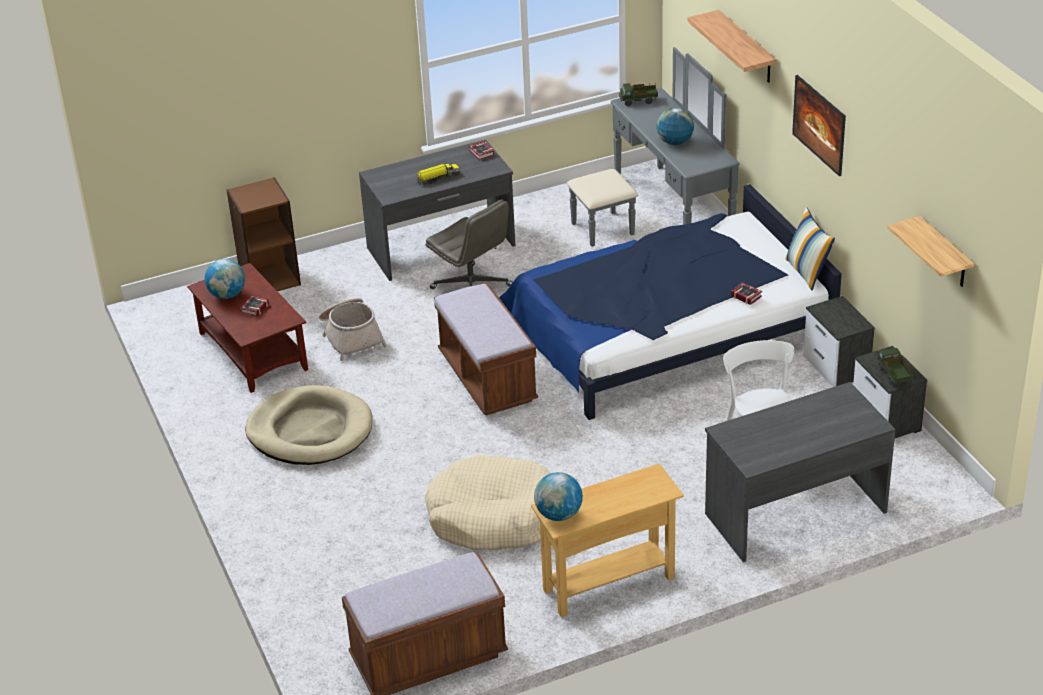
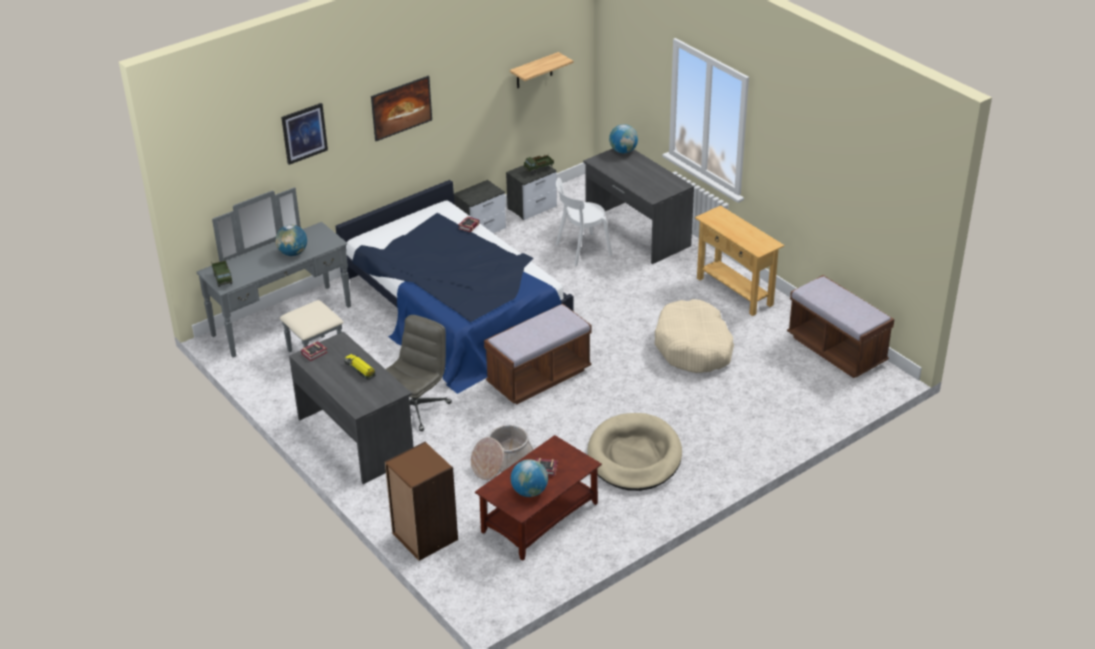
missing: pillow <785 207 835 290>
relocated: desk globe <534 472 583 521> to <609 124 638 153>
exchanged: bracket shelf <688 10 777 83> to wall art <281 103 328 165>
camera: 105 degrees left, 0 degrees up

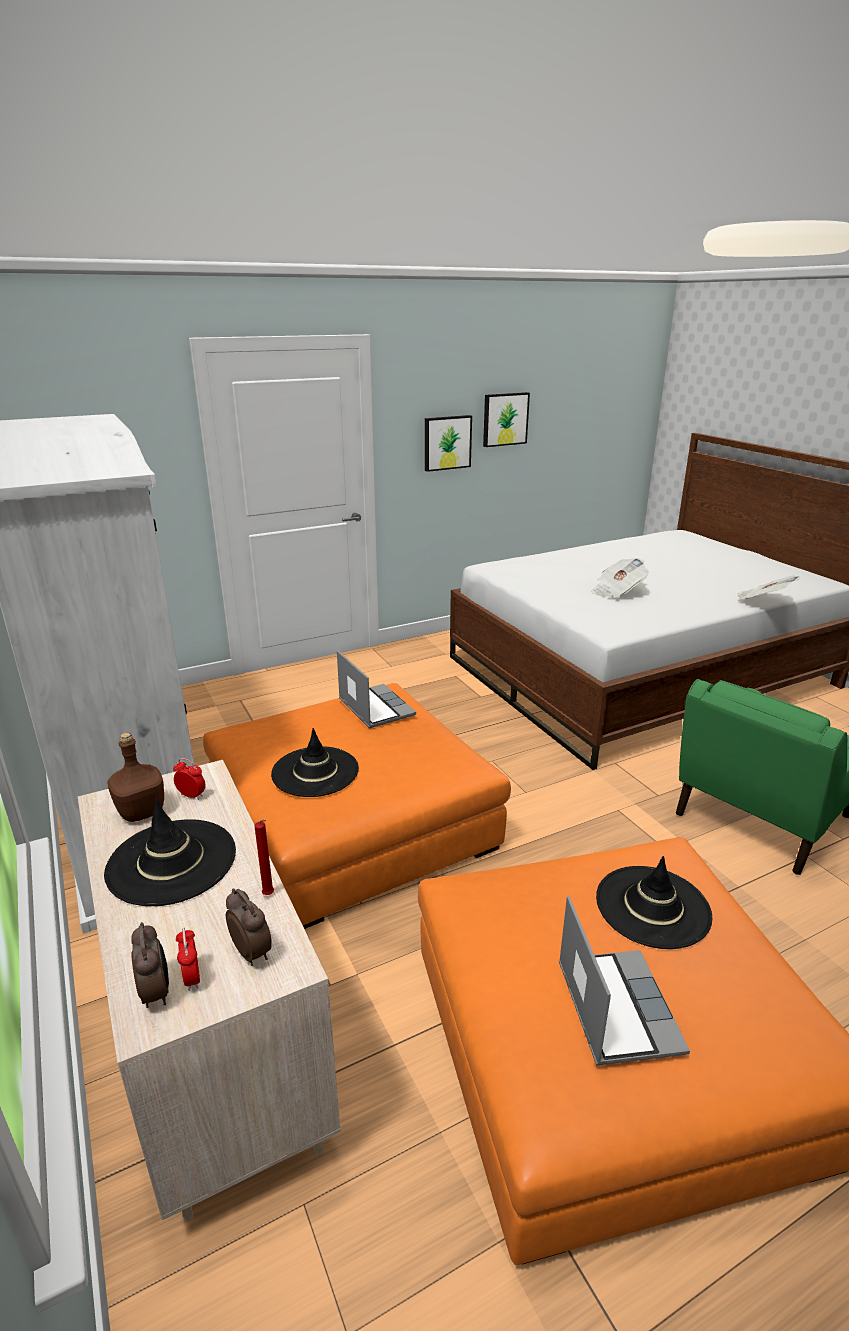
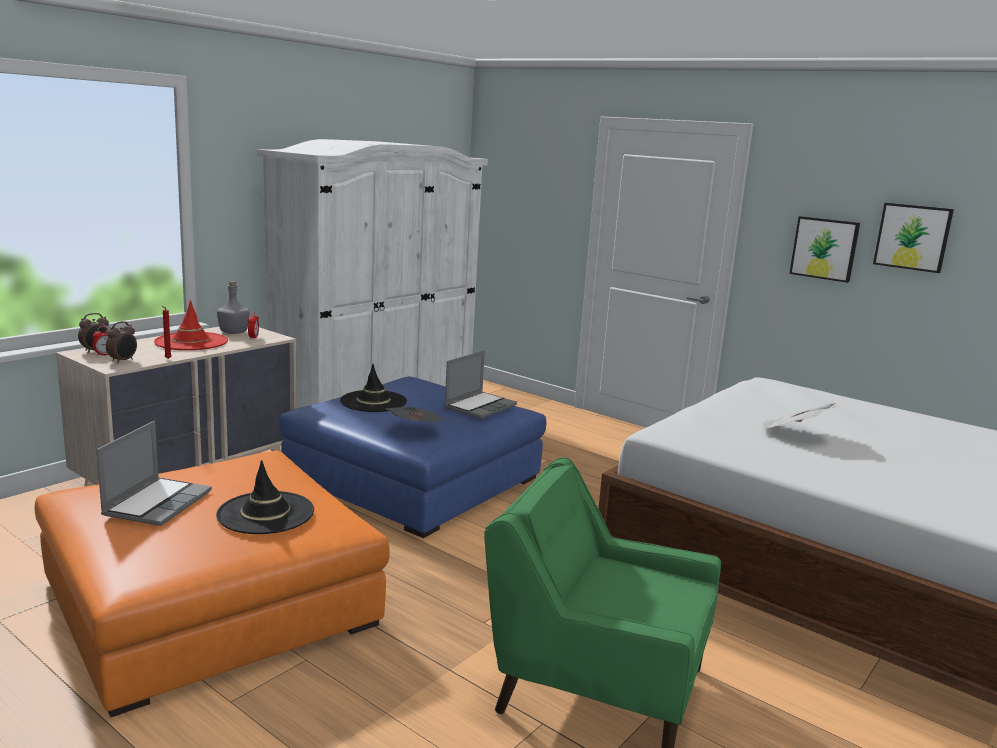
relocated: daily paper <737 575 800 600> to <385 407 443 422>
colour: black wearable hat <104 799 236 906> to red-coloured wearable hat <154 300 228 350>; brown bottle <107 733 164 822> to gray bottle <217 281 249 334>; orangey footrest <203 683 511 929> to blue footrest <279 376 546 538>
spun: laptop <559 895 690 1066> = <96 421 212 526> 45 degrees counterclockwise
camera: 65 degrees right, 10 degrees down

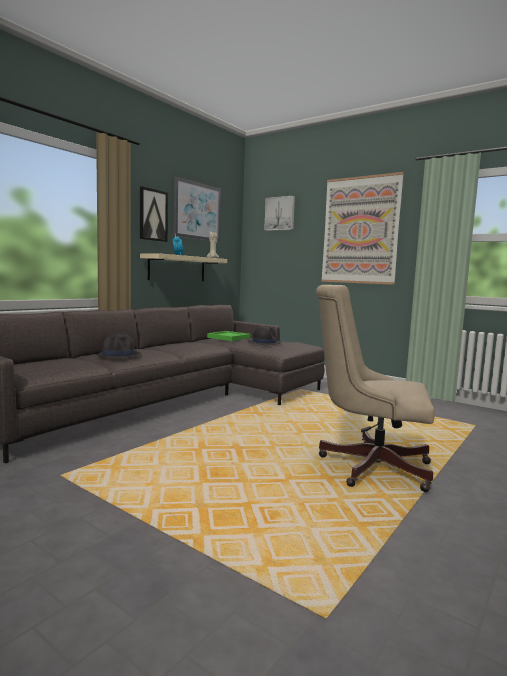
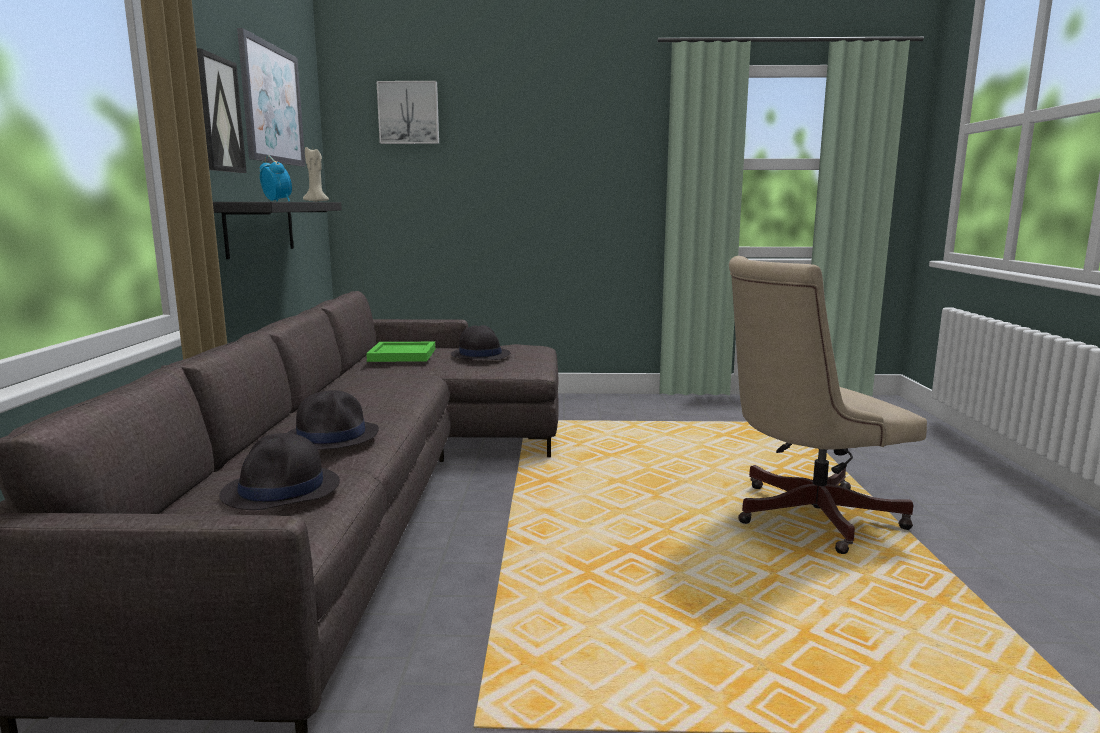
missing: wall art <321 172 404 285>
appeared: black wearable hat <219 433 340 510>
colour: beige-coloured bracket shelf <140 253 227 281> to black bracket shelf <213 202 342 259>
camera: 35 degrees left, 5 degrees up

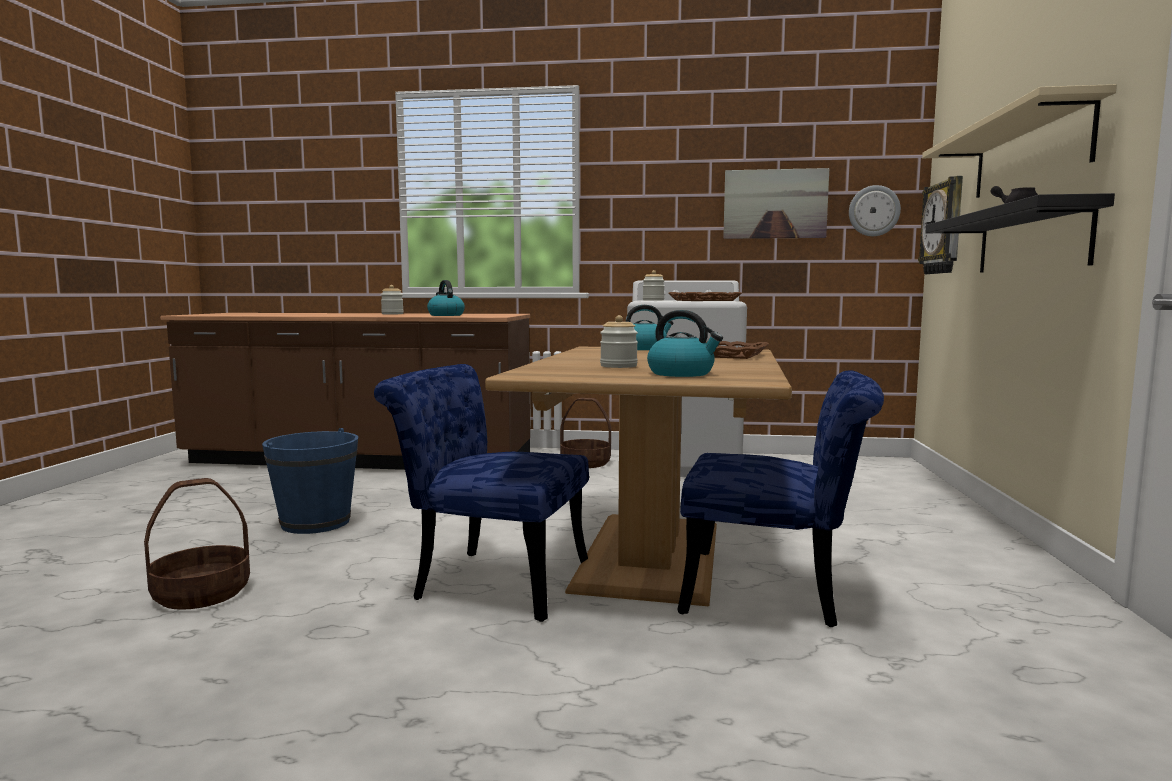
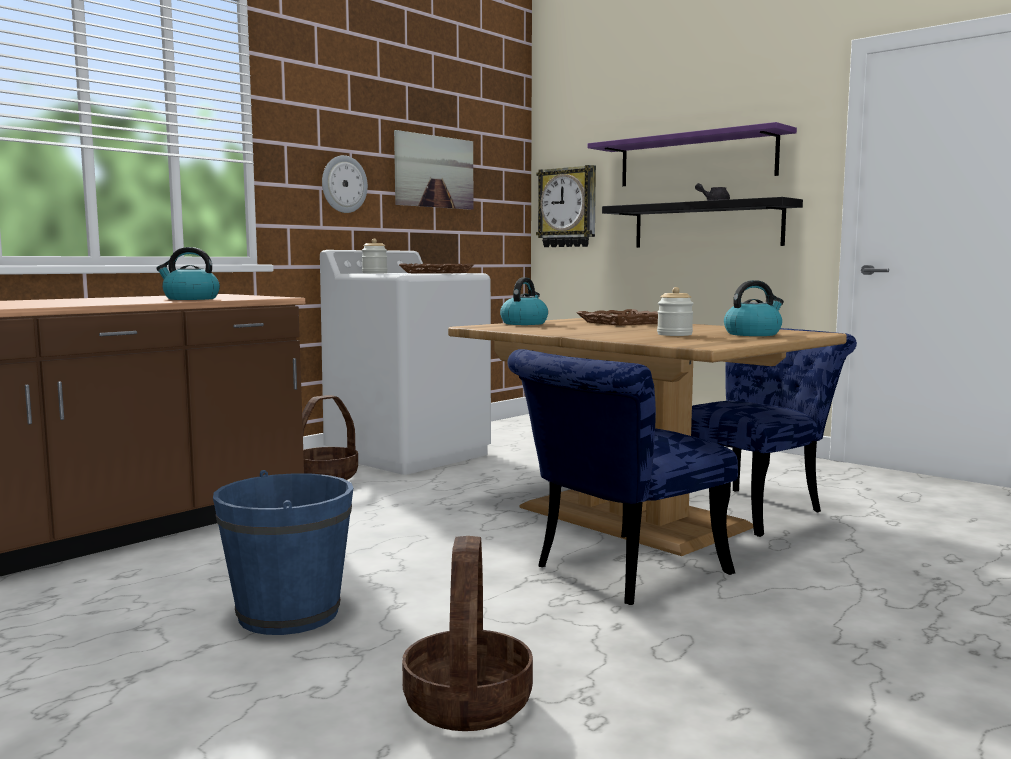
missing: preserve jar <381 285 404 315>
relocated: hanging clock <849 185 901 236> to <322 155 368 213>
colour: beige-coloured bracket shelf <922 84 1117 198> to purplish bracket shelf <588 122 797 186>
camera: 55 degrees left, 0 degrees up

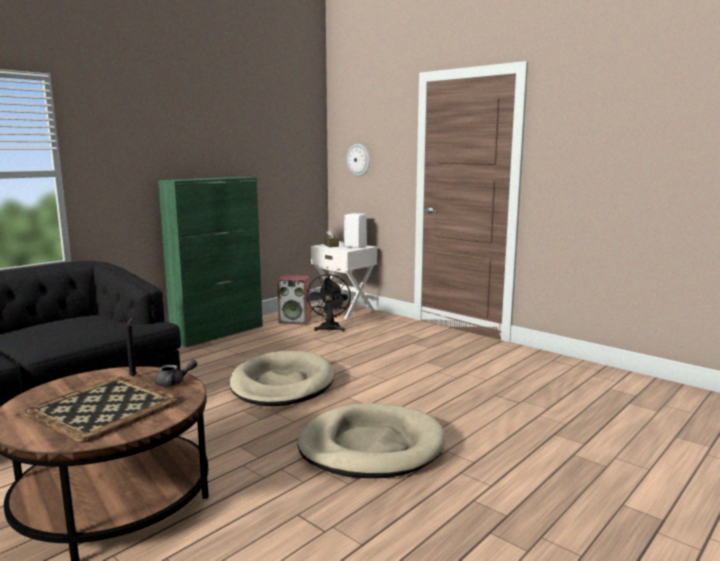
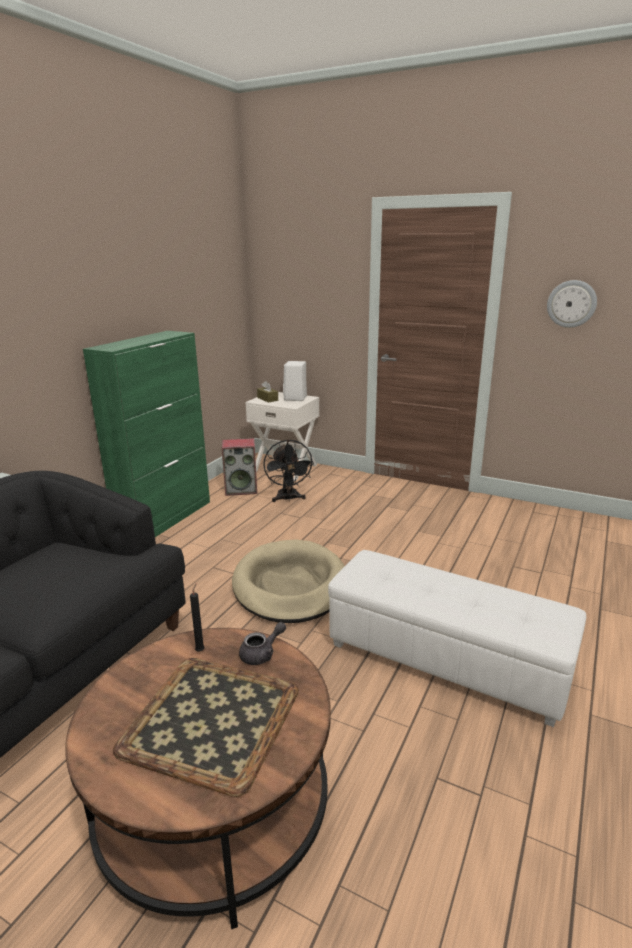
relocated: hanging clock <346 144 370 177> to <547 280 597 328>
exchanged: beige-coloured pet bed <297 403 445 478> to white footrest <328 550 586 727>
camera: 15 degrees left, 10 degrees up

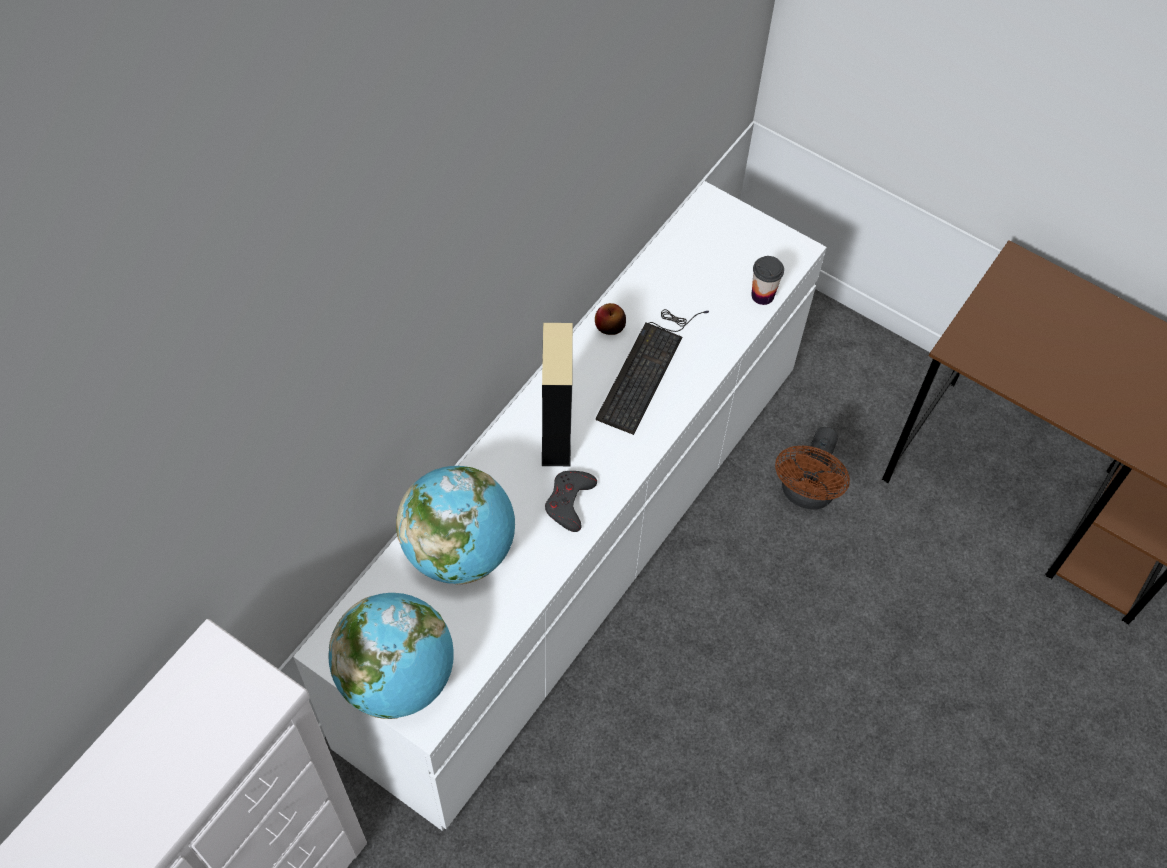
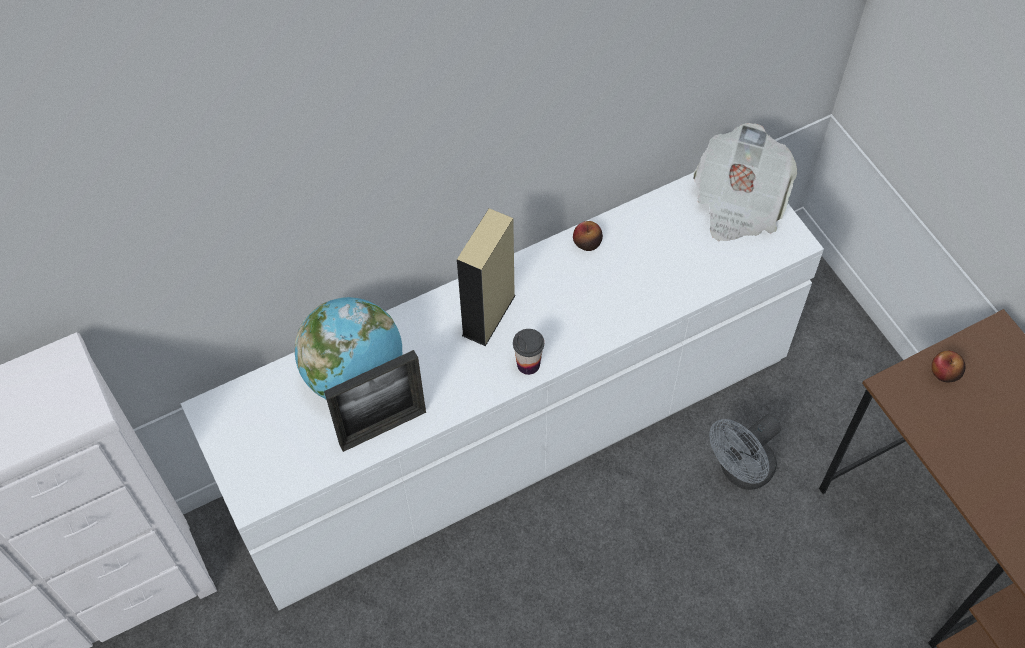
missing: desk globe <329 593 454 719>; gray joypad <545 471 597 532>; keyboard <596 309 709 435>
appeared: picture frame <324 350 426 452>; daily paper <693 123 797 241>; whole apple <932 351 965 382>
relocated: drinking cup <751 256 784 305> to <513 329 544 375>
colour: brown fan <775 427 850 509> to gray fan <709 414 781 490>
camera: 30 degrees right, 0 degrees up

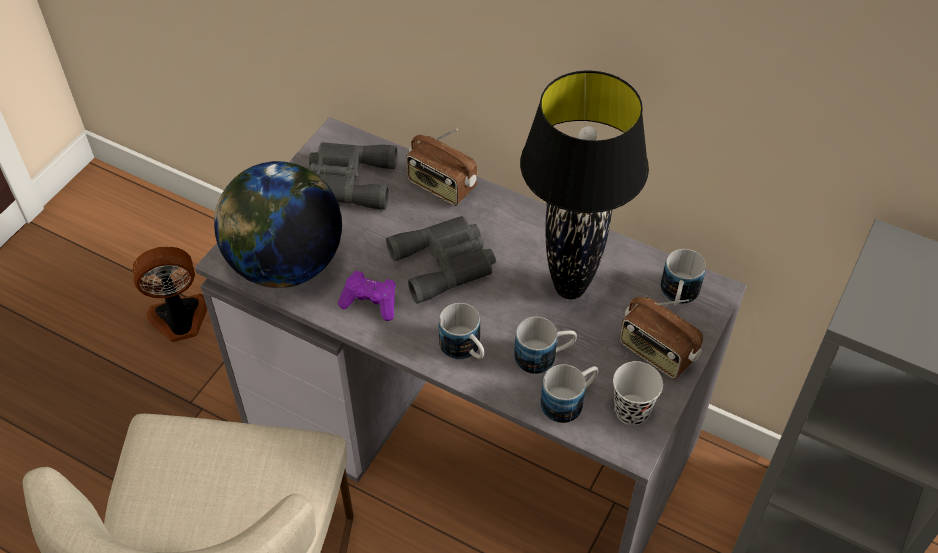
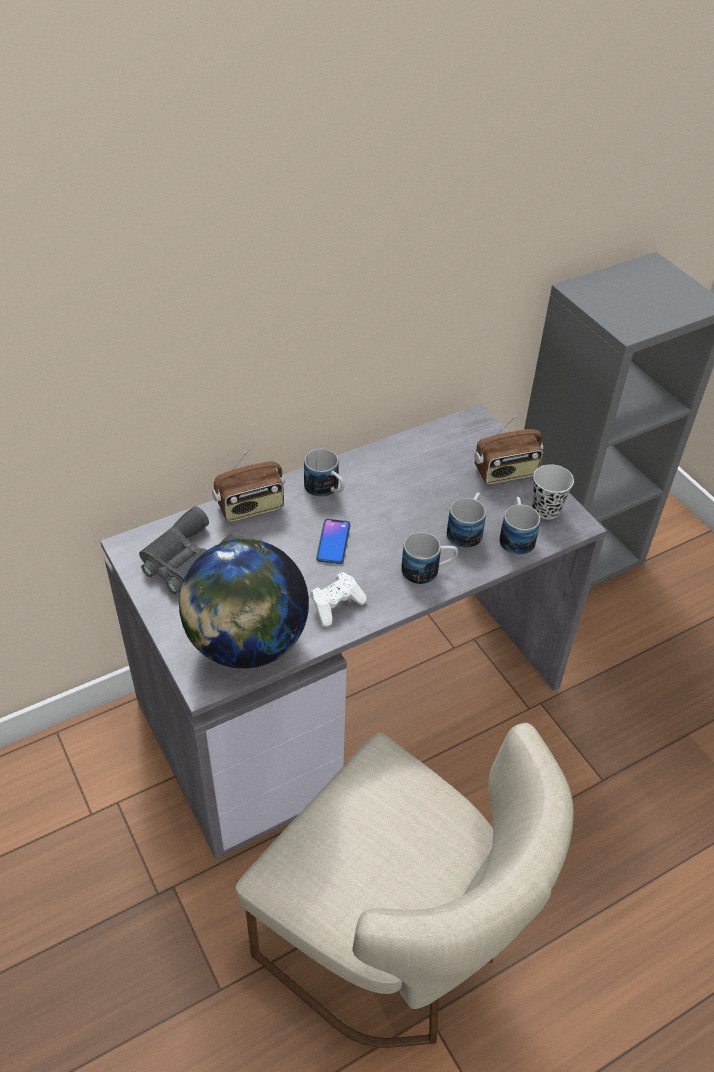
missing: fan <132 247 207 342>; black lamp for a table <520 70 649 299>
relocated: mug <660 249 706 306> to <304 449 344 497>
exchanged: gray field glasses <386 216 496 304> to telephone <316 519 350 564>
colour: purplish joypad <338 271 396 321> to white joypad <310 572 367 627>
camera: 60 degrees left, 5 degrees down

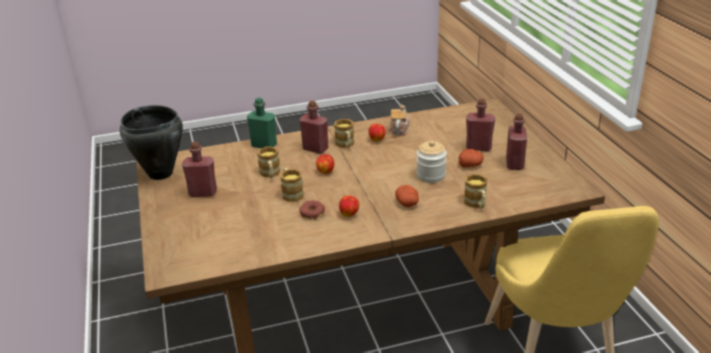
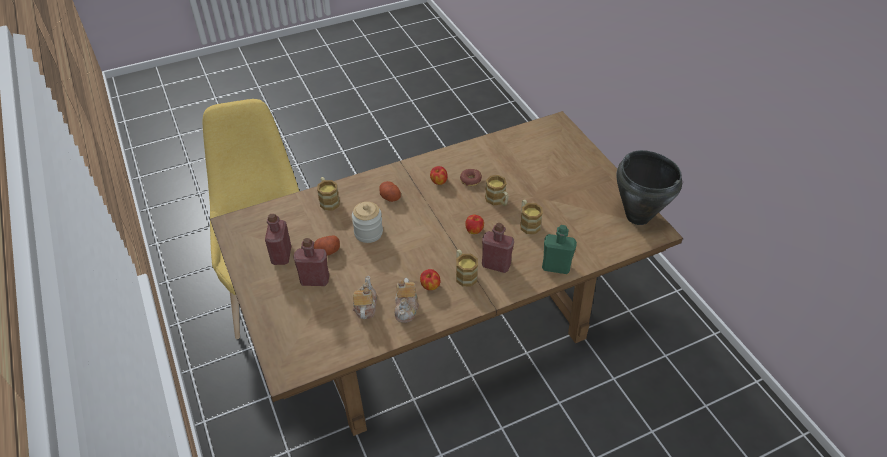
missing: red-coloured bottle <182 142 217 197>
appeared: tea pot <353 276 377 319>
camera: 170 degrees right, 15 degrees up

